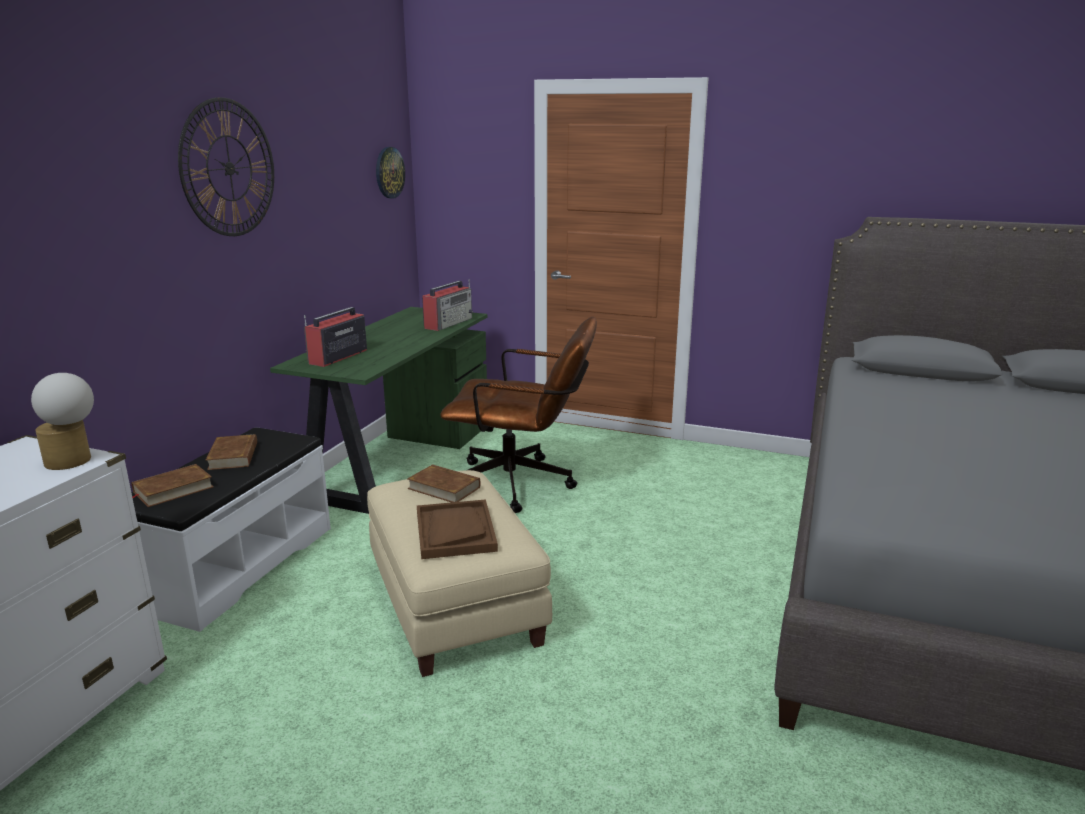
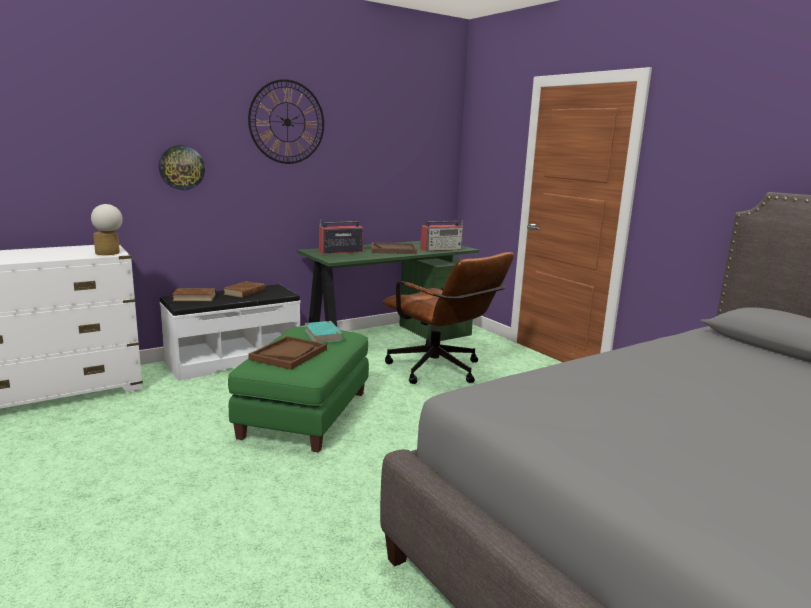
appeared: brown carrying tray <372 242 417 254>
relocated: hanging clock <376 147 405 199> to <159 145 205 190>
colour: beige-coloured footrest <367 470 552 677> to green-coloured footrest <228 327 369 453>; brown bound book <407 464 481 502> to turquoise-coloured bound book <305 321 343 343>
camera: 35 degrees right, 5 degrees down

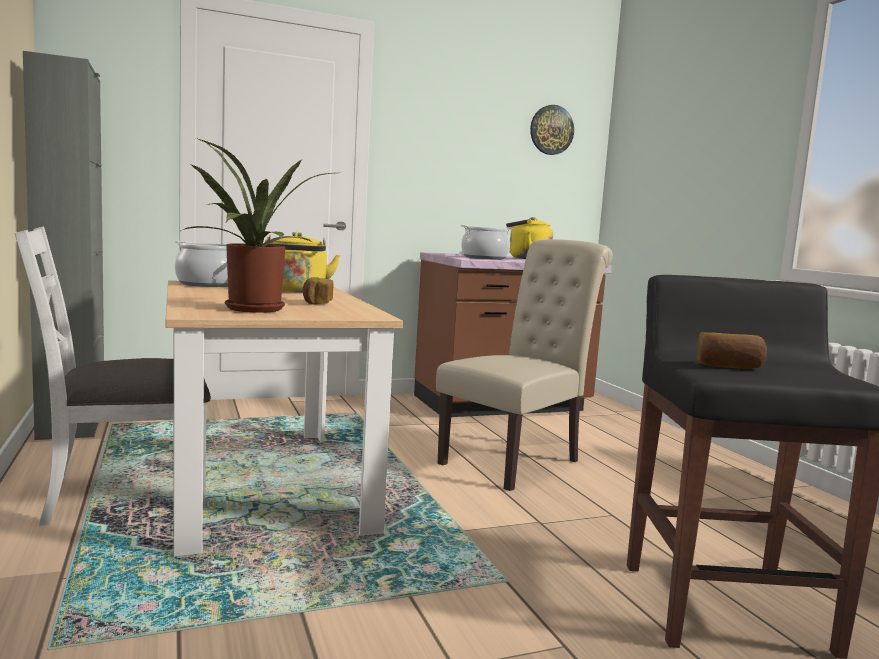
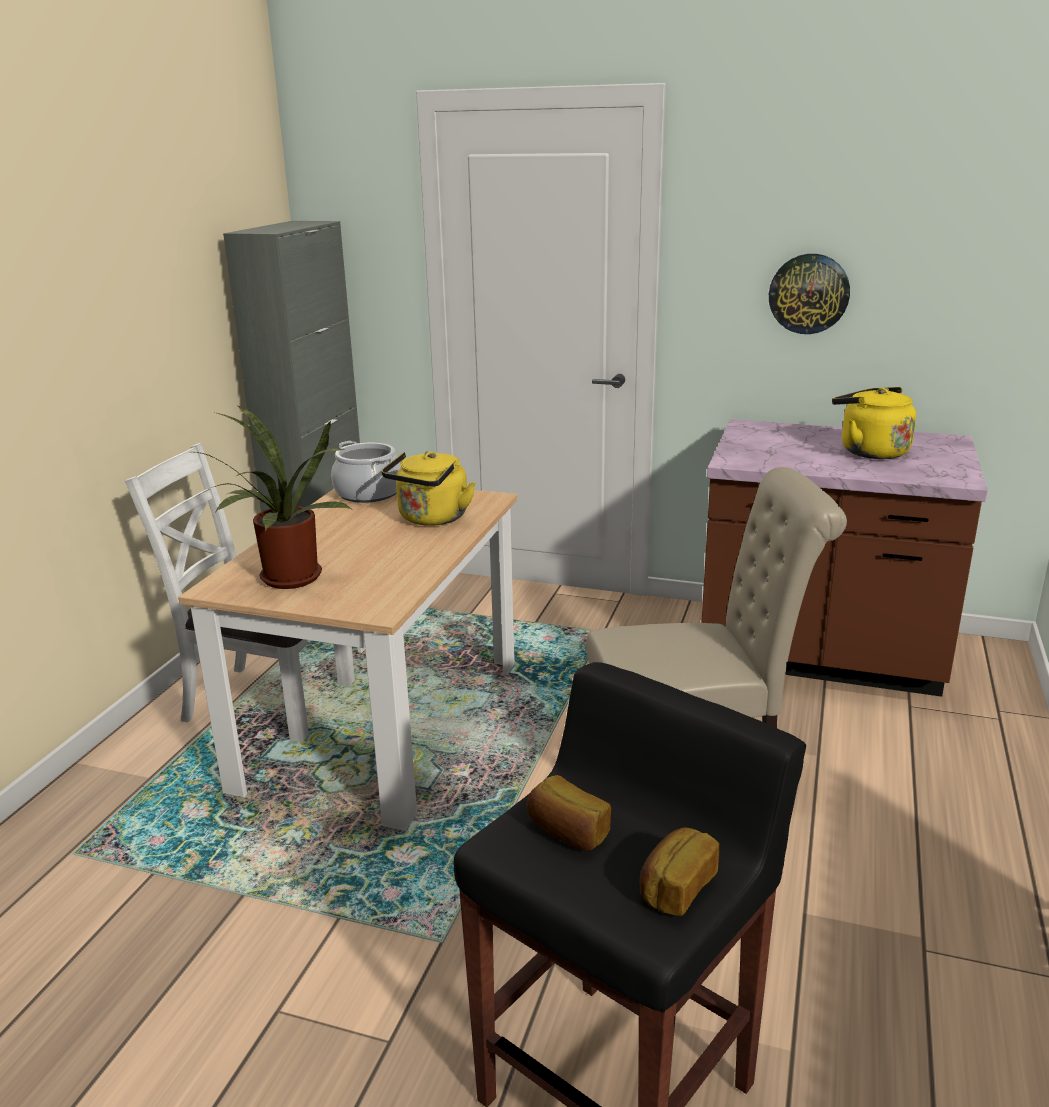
missing: stockpot <461 225 513 260>
relocated: bread <303 277 333 305> to <640 827 719 916>; hanging clock <530 105 574 155> to <769 254 850 334>
camera: 40 degrees right, 15 degrees up

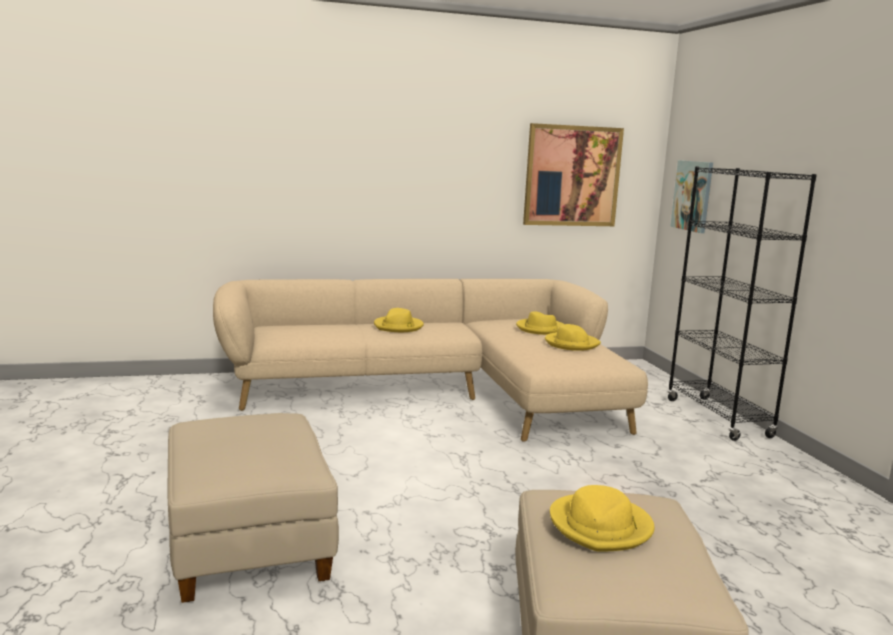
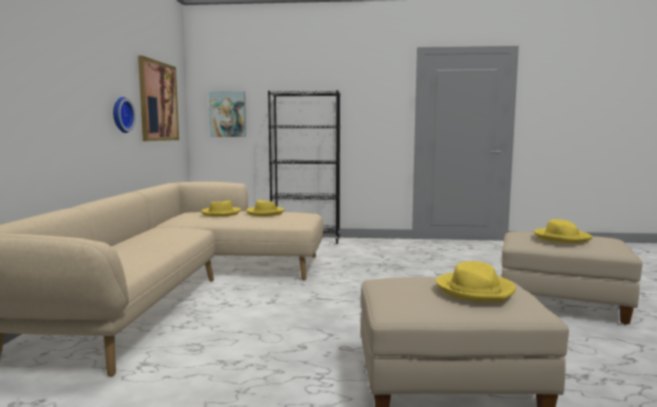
appeared: hanging clock <113 97 136 133>
relocated: yellow wearable hat <374 308 424 332> to <436 261 516 302>
camera: 70 degrees left, 5 degrees down

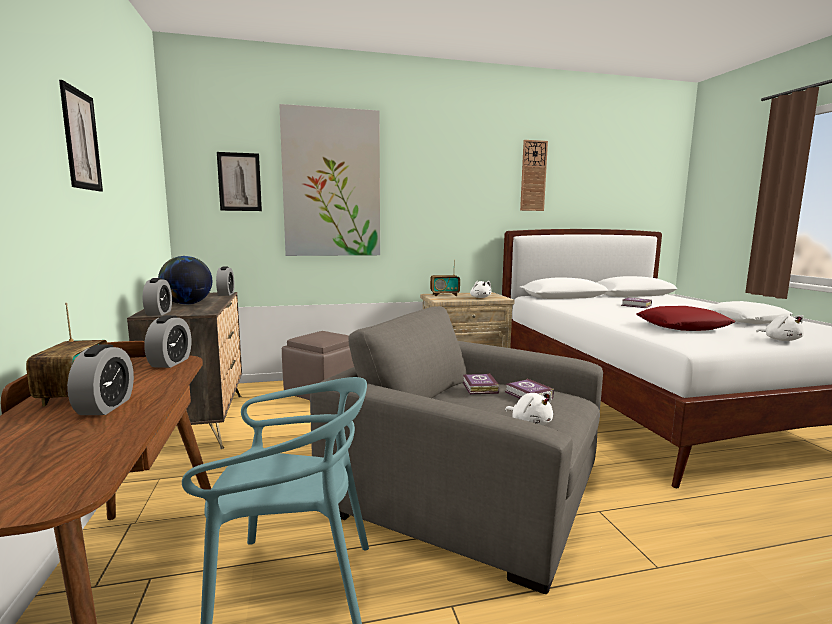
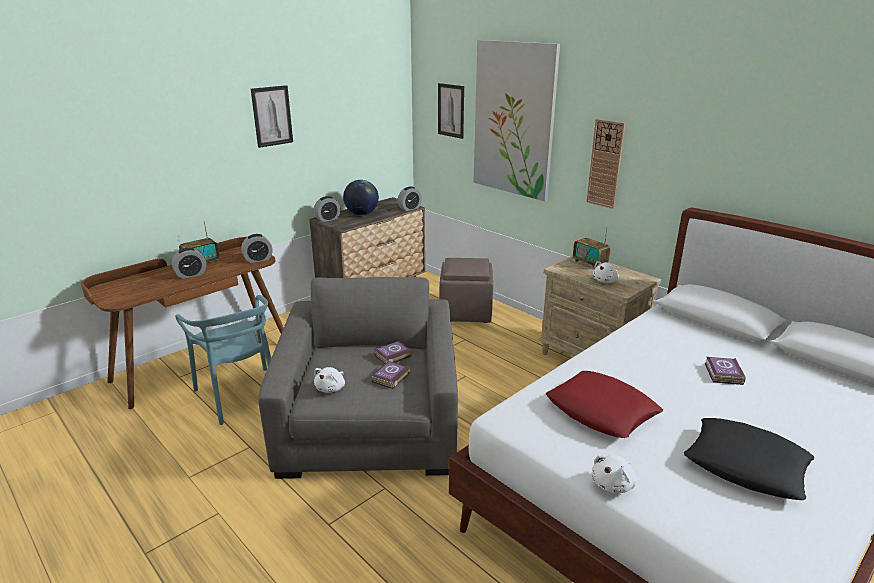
relocated: hanging clock <520 140 548 211> to <587 119 626 209>
colour: white pillow <706 301 793 324> to black pillow <684 418 814 500>
camera: 60 degrees right, 15 degrees up

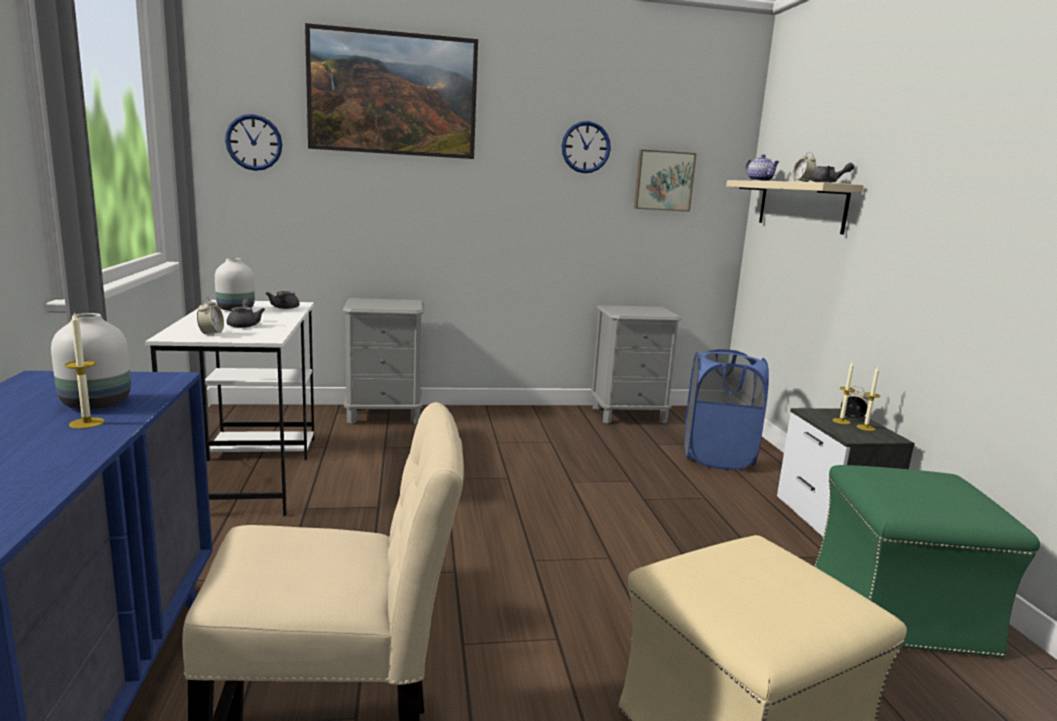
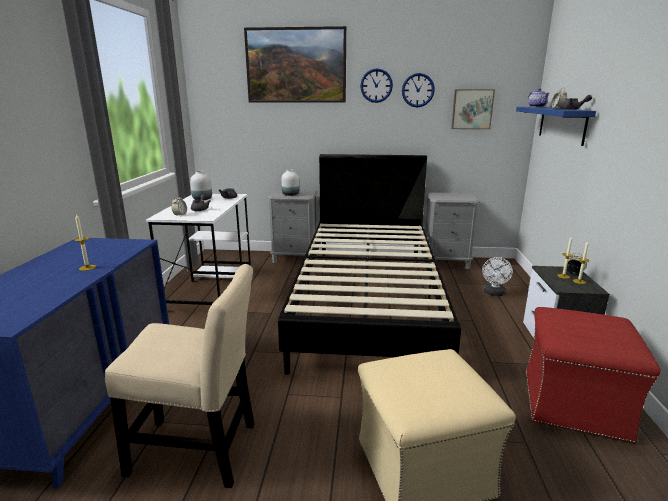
appeared: black bed <278 154 461 375>
relocated: white decorative vase <51 313 131 409> to <281 169 299 196>; hanging clock <225 114 282 171> to <360 68 393 103>
exchanged: blue hamper <684 349 769 470> to white fan <482 257 513 296>
colour: beige-coloured bracket shelf <726 180 864 235> to blue bracket shelf <516 107 596 146>; green-coloured footrest <814 465 1040 658> to red-coloured footrest <526 307 661 444>
camera: 15 degrees right, 5 degrees up

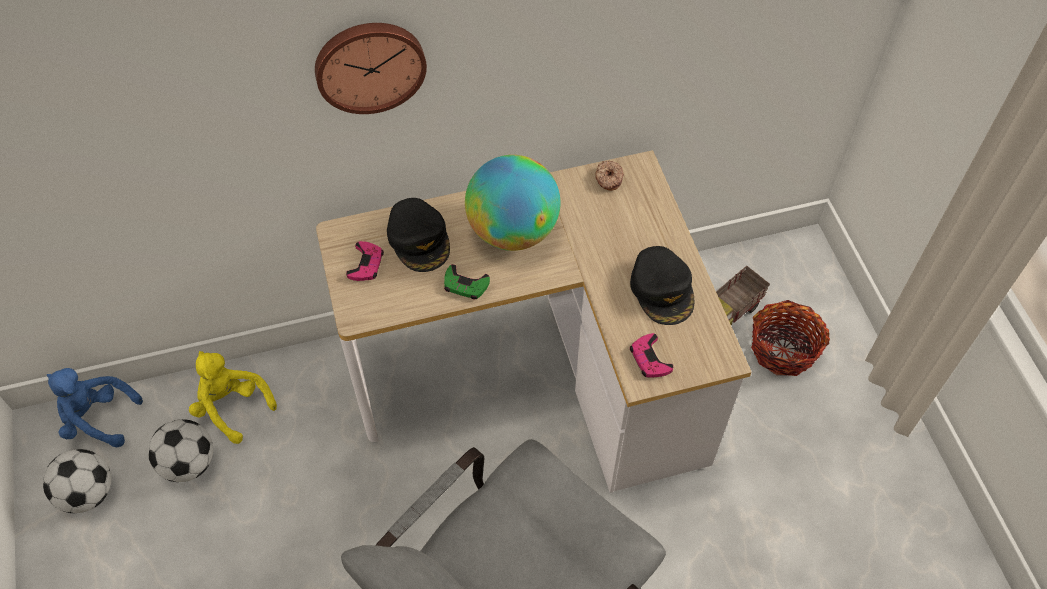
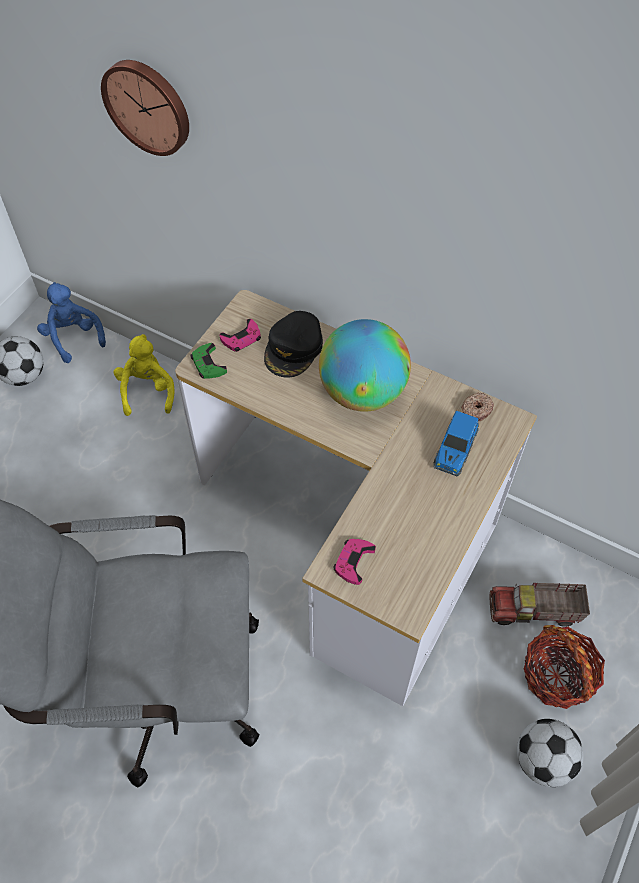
missing: black peaked cap <630 246 694 325>
appeared: model car <433 411 479 476>
relocated: football <148 419 213 482> to <517 719 584 787>; hanging clock <315 23 427 114> to <101 60 189 156>; green-coloured joypad <444 264 490 300> to <190 343 227 379>
camera: 45 degrees right, 0 degrees up

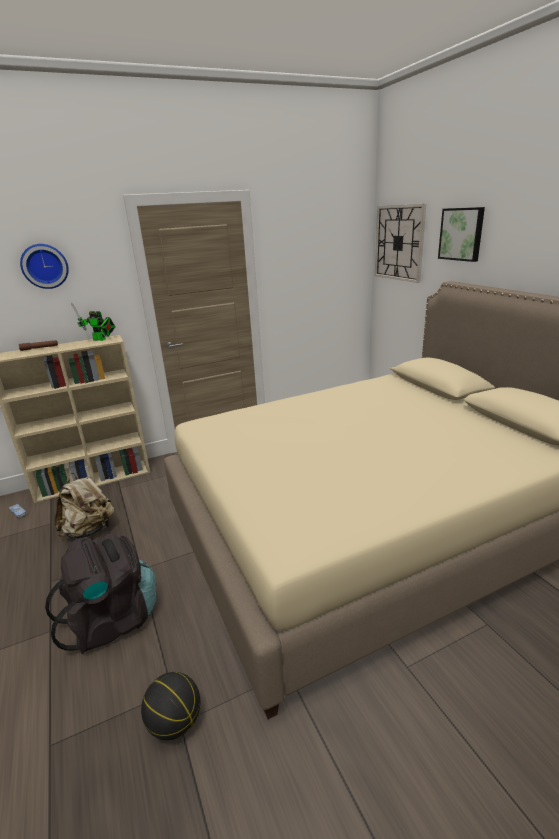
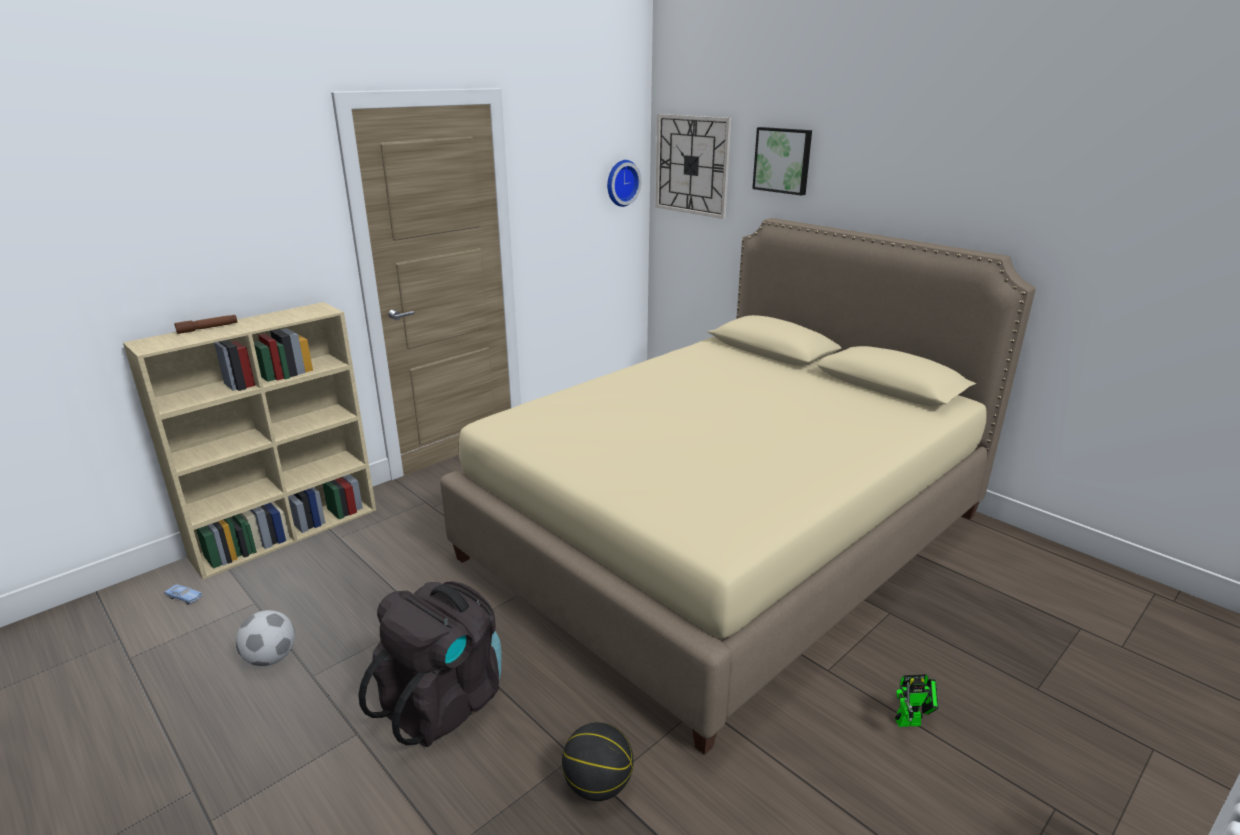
missing: beige-coloured knapsack <54 473 114 538>
appeared: football <236 610 295 666>
relocated: hanging clock <20 244 69 289> to <607 160 642 207>; robot figure <71 302 116 341> to <895 674 939 727>
camera: 20 degrees left, 0 degrees up

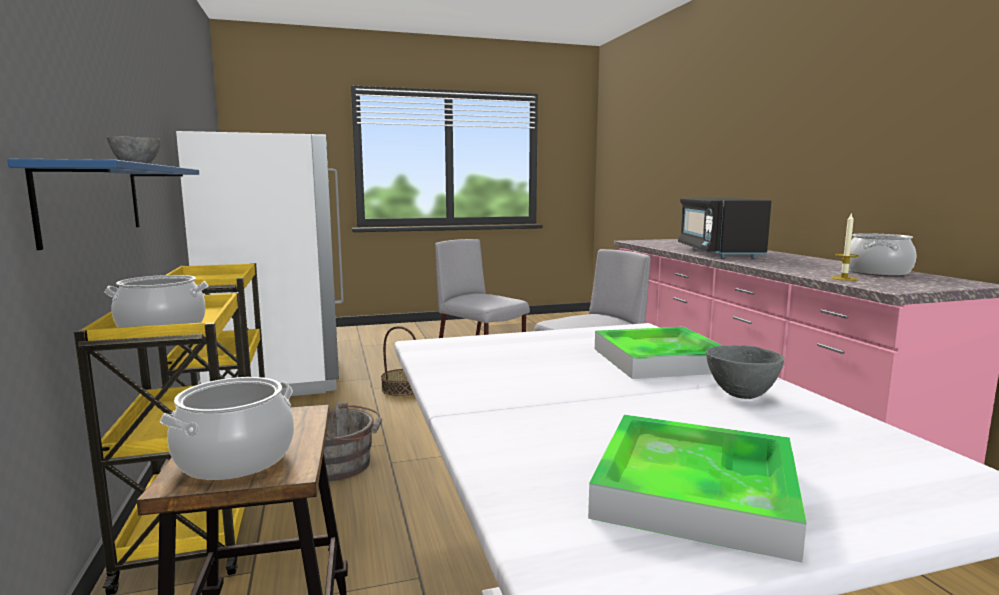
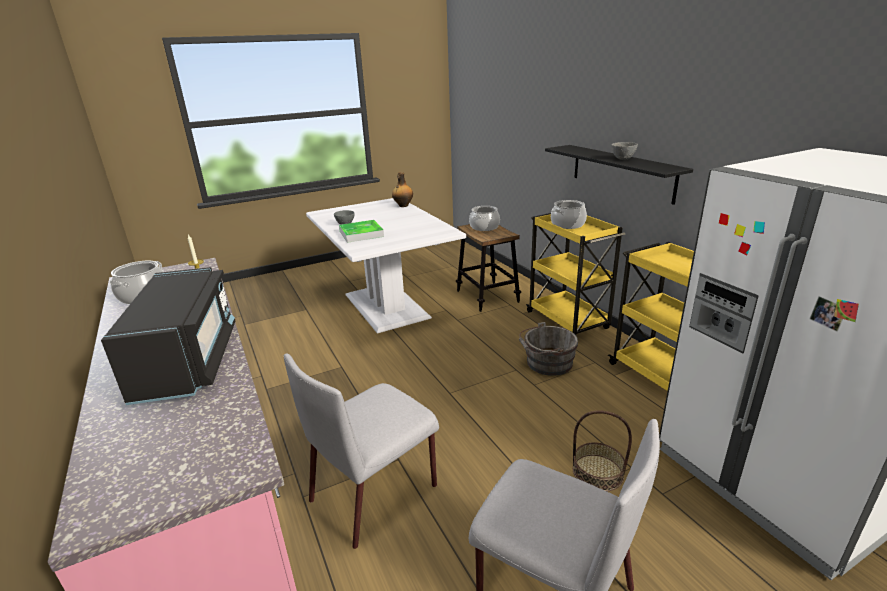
missing: carrying tray <588 415 807 563>
appeared: bottle <392 172 413 207>
colour: blue bracket shelf <7 159 199 250> to black bracket shelf <545 145 693 205>
camera: 170 degrees right, 15 degrees up

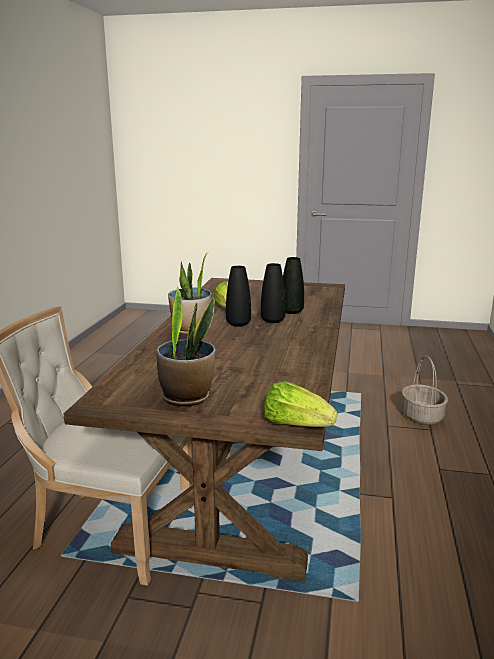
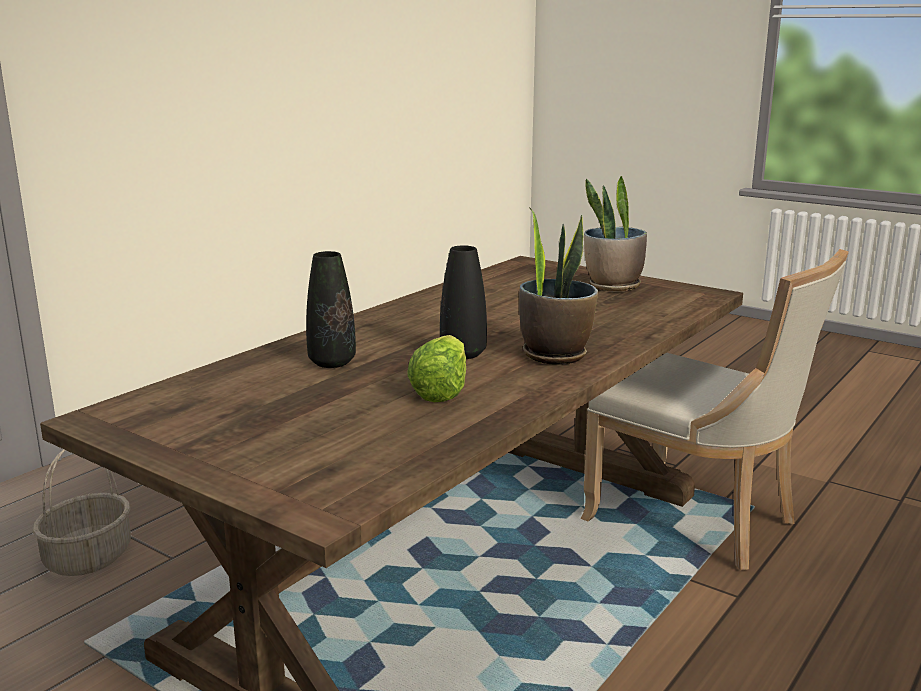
missing: black decorative vase <261 263 286 323>; lettuce head <264 381 337 427>
camera: 155 degrees left, 0 degrees up

